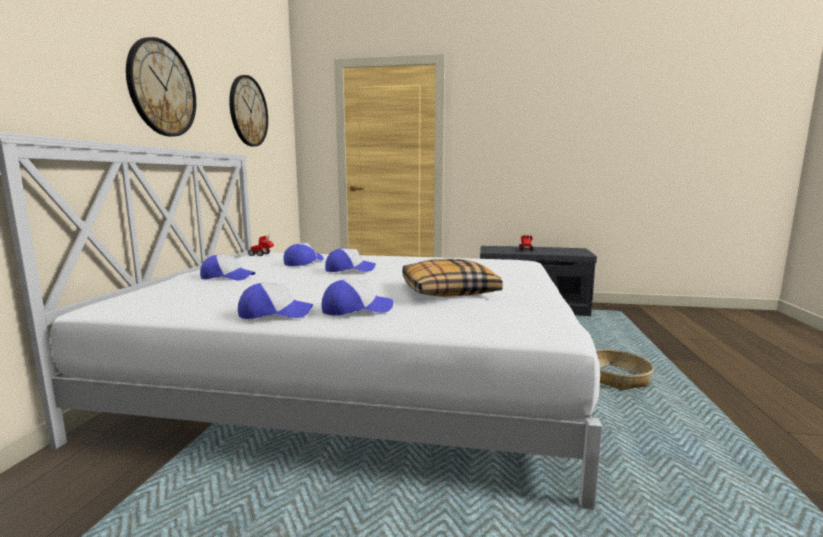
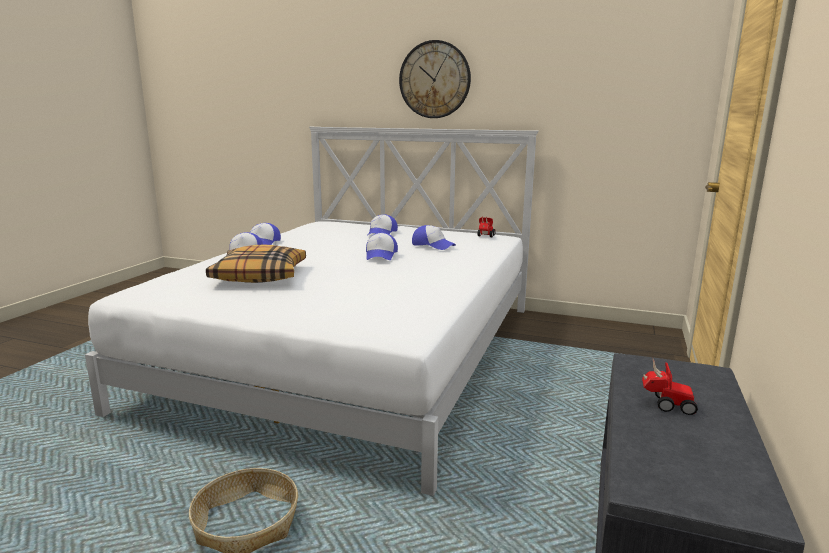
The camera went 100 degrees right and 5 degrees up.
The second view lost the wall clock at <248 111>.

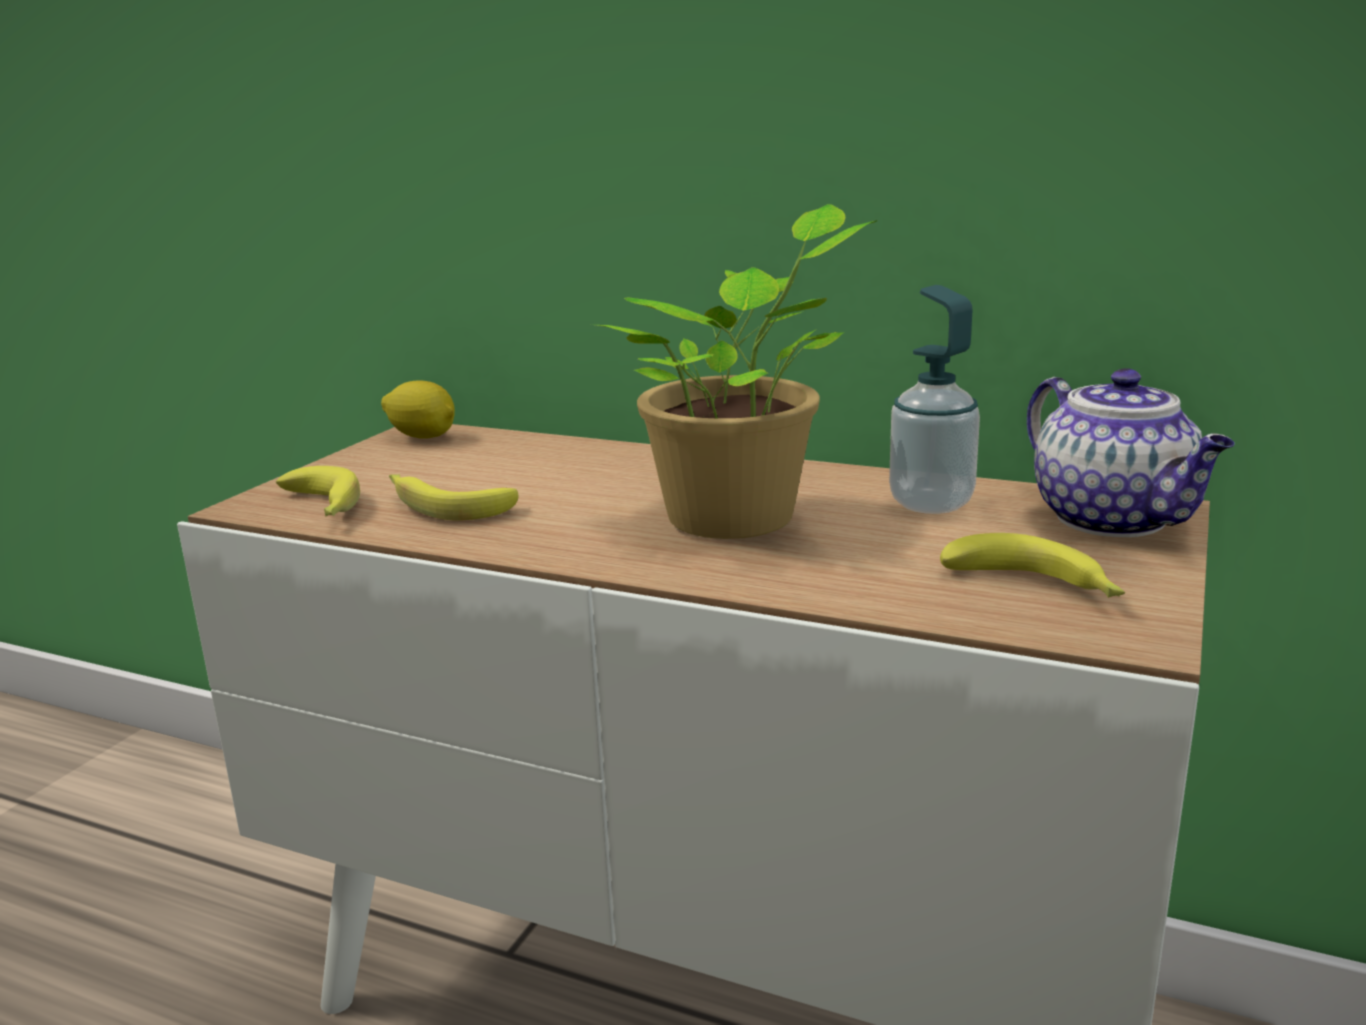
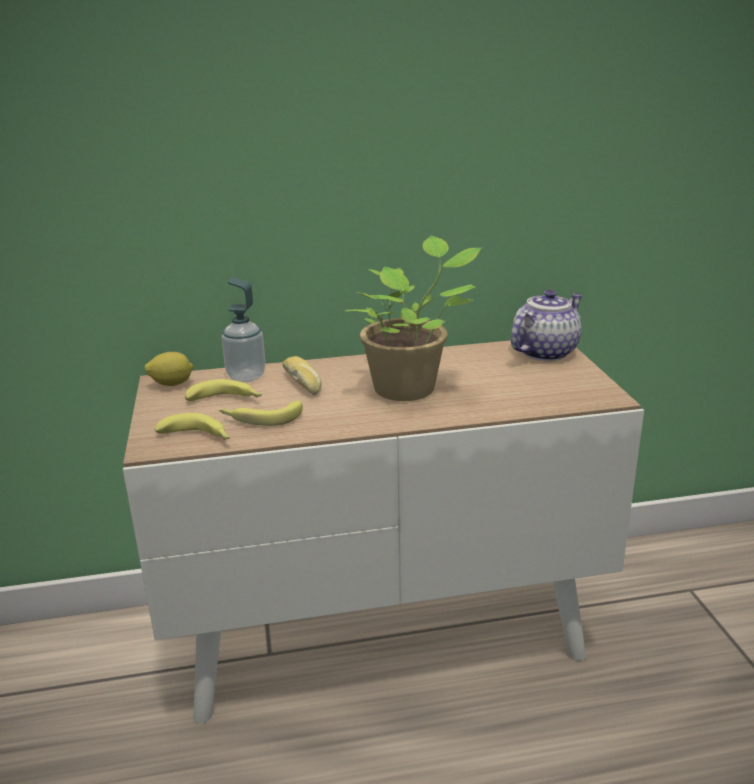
The camera went 35 degrees left and 5 degrees up.
The soap dispenser ended up elsewhere, having gone from <931 503> to <246 376>.
The teapot at <1115 520> ended up facing another way, 75 degrees counterclockwise from before.
The banana ended up elsewhere, having gone from <1035 587> to <226 400>.
The second view gained the bread at <304 383>.

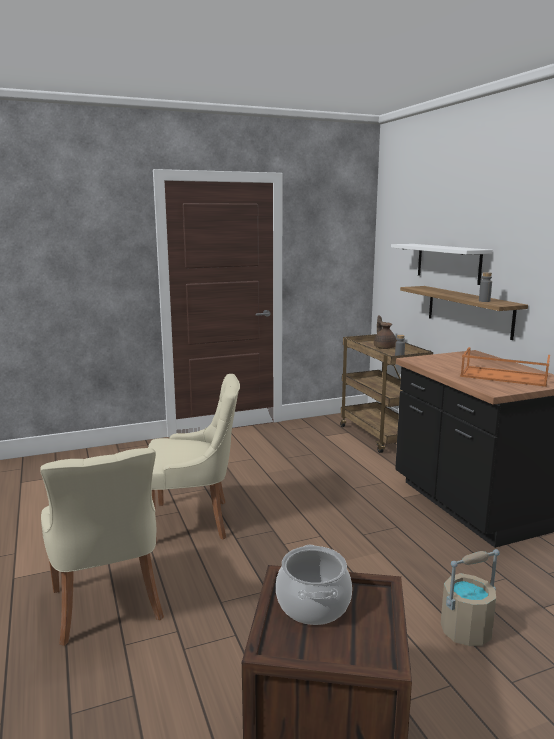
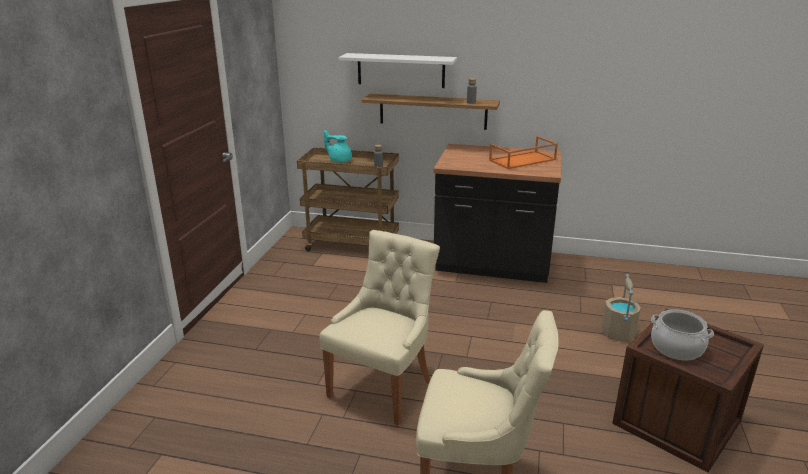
The camera went 55 degrees left and 10 degrees up.
What was the brown teapot at <384 347> turned into the turquoise teapot at <339 160>.

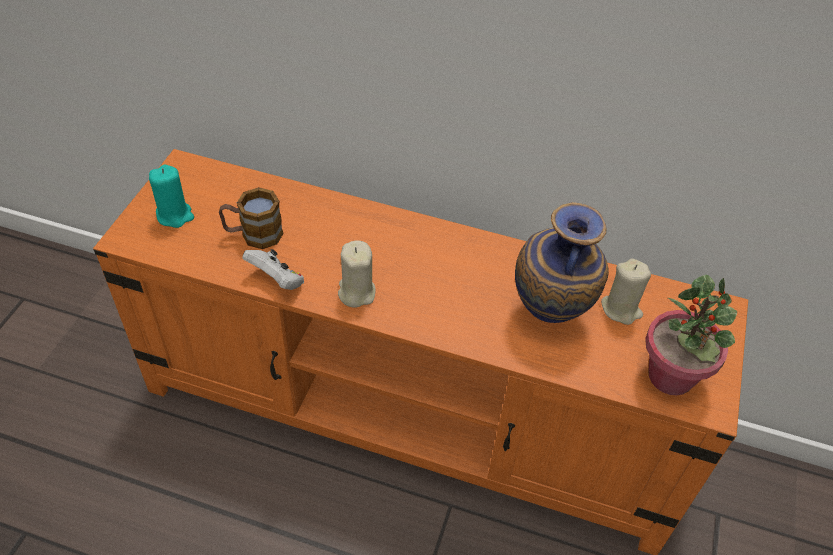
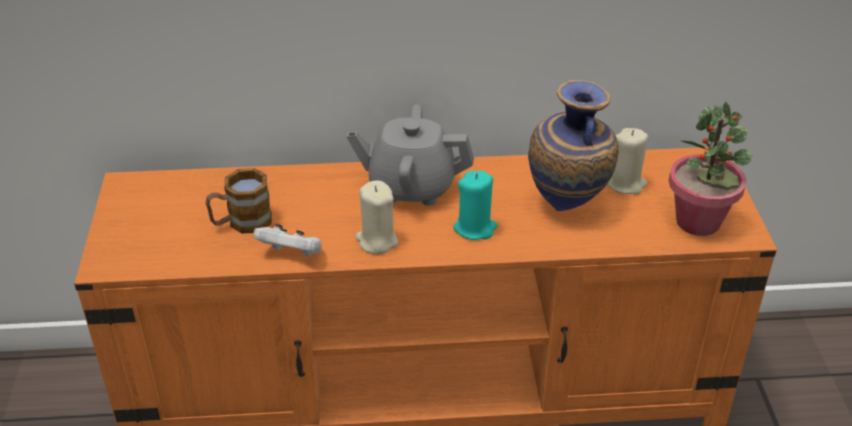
The camera went 20 degrees left and 10 degrees down.
The turquoise candle ended up elsewhere, having gone from <175 215> to <475 228>.
The second view gained the grey teapot at <411 187>.

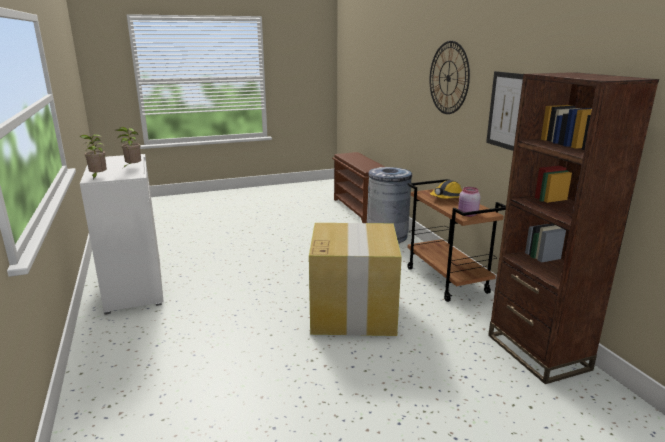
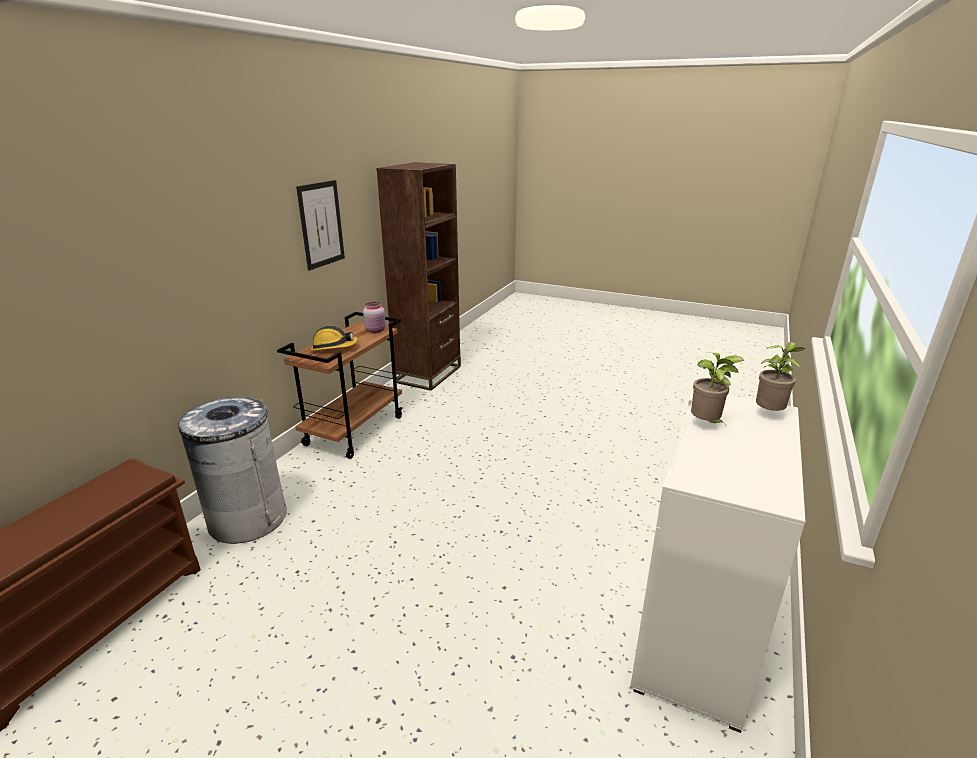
The camera went 135 degrees left and 5 degrees up.
The second view lost the wall clock at <448 78>.
The second view lost the cardboard box at <353 311>.

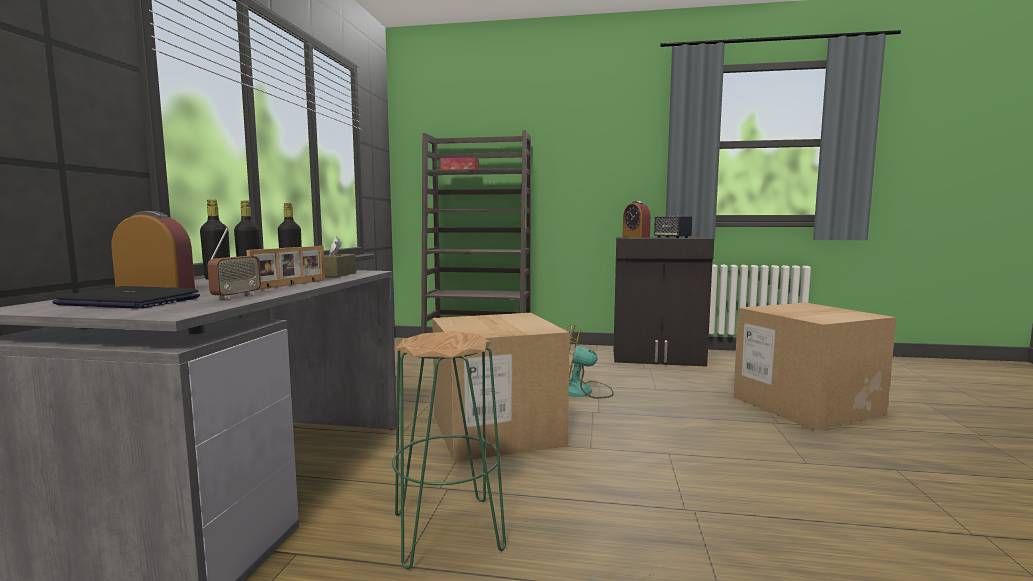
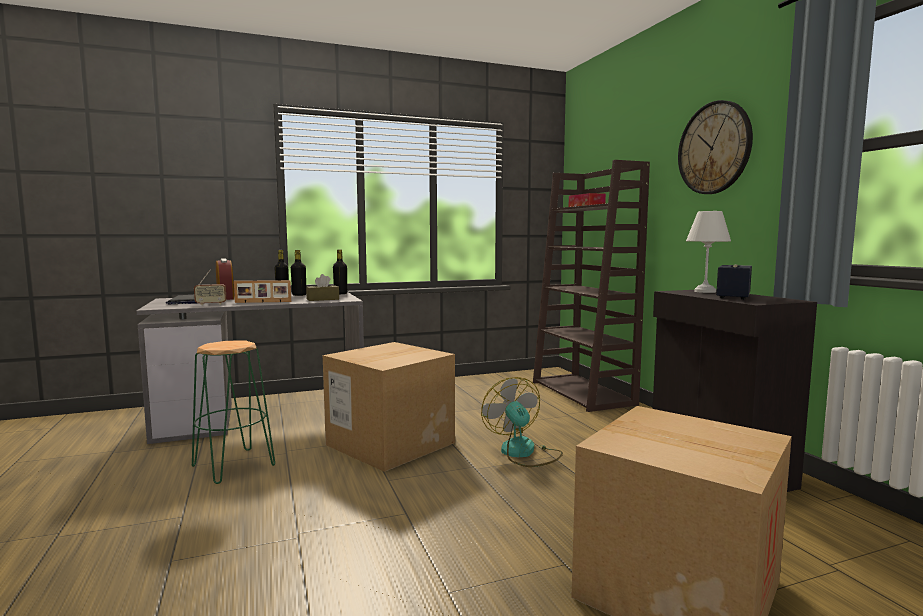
The camera went 60 degrees right and 0 degrees up.
Where the alarm clock stood at <635 237>, the white table lamp came to stand at <706 291>.
The second view gained the wall clock at <714 148>.

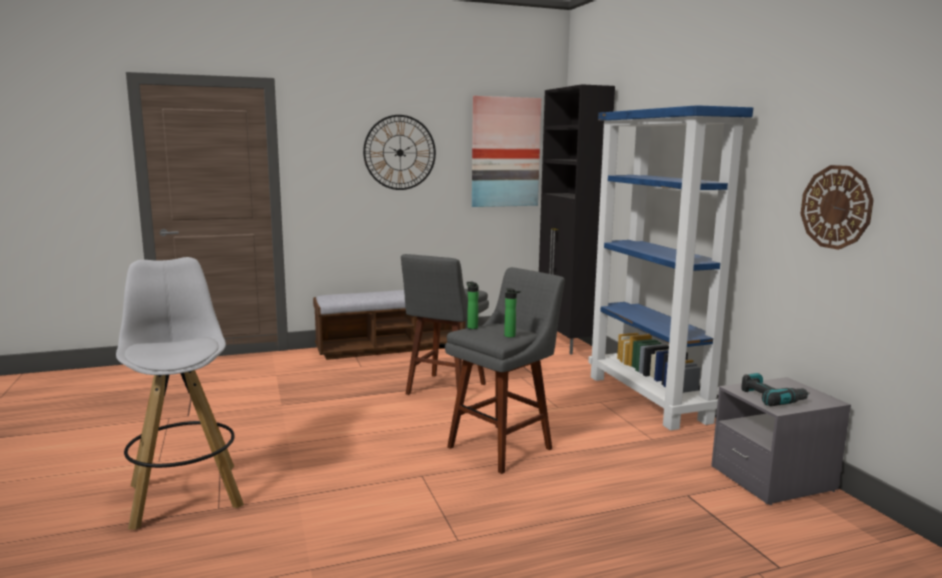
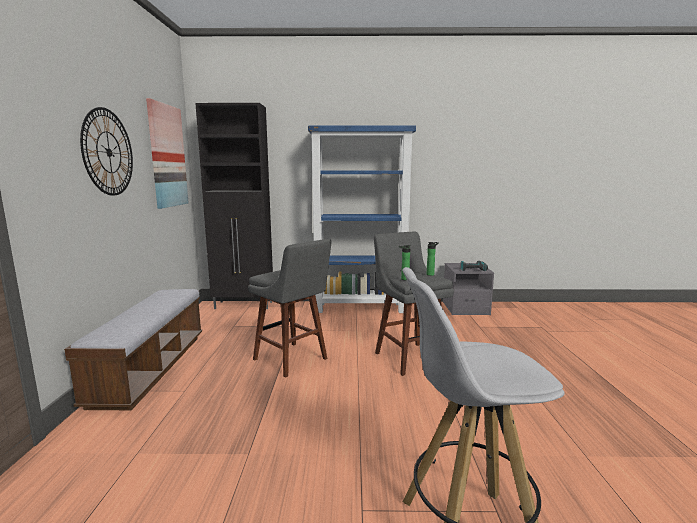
The camera went 70 degrees left and 0 degrees up.
The second view lost the wall clock at <836 207>.

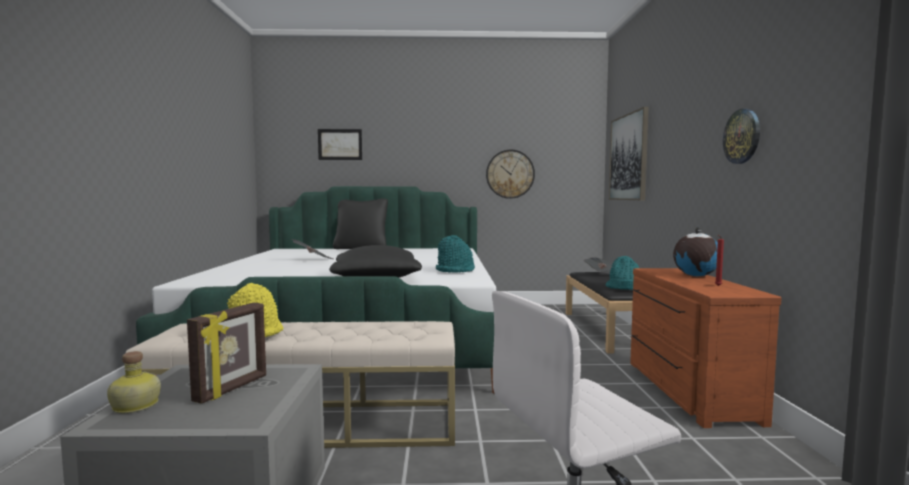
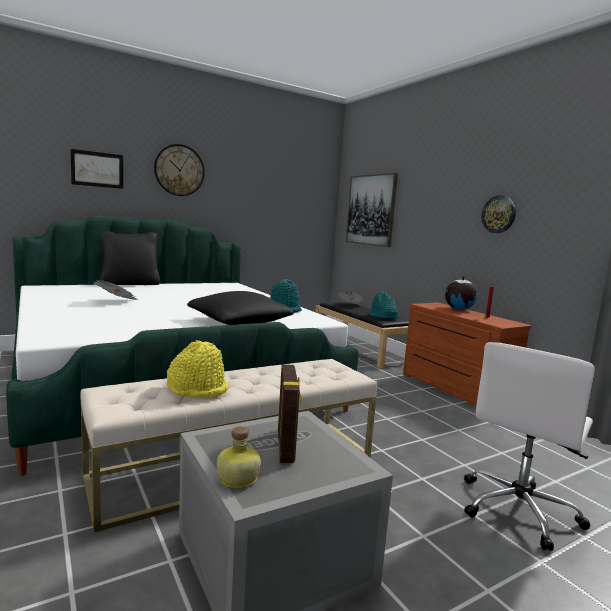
The camera went 30 degrees left and 5 degrees up.
The wall clock ended up elsewhere, having gone from <510 174> to <179 170>.

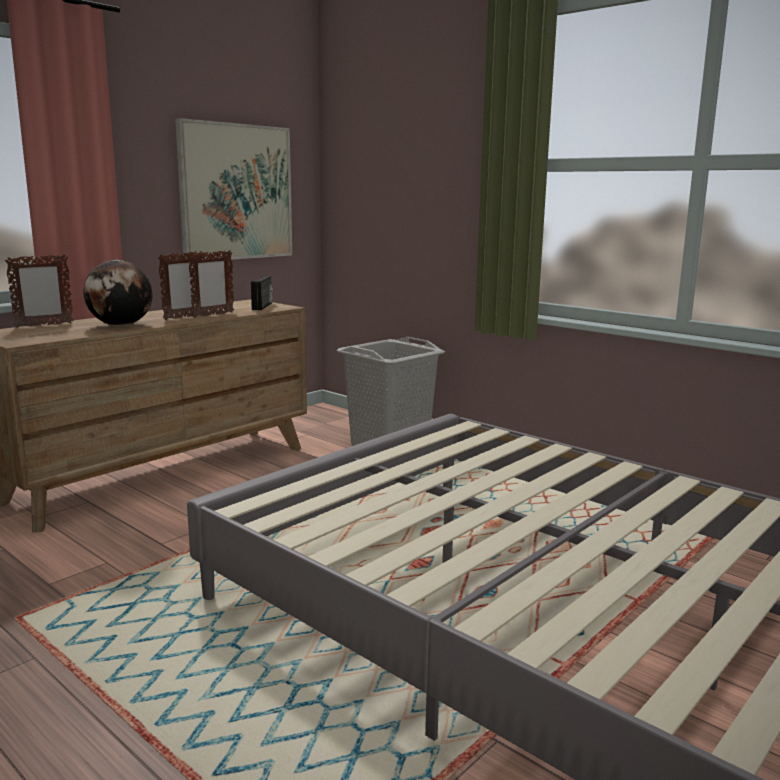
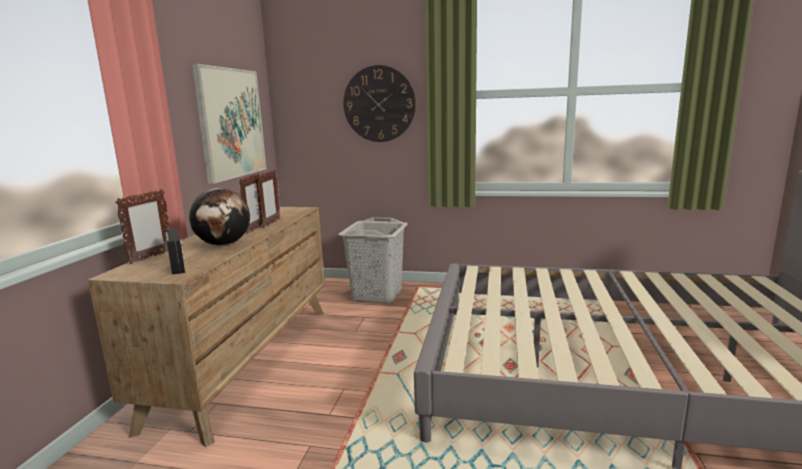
The camera went 30 degrees left and 0 degrees up.
The radio ended up elsewhere, having gone from <263 306> to <178 265>.
The second view gained the wall clock at <379 104>.

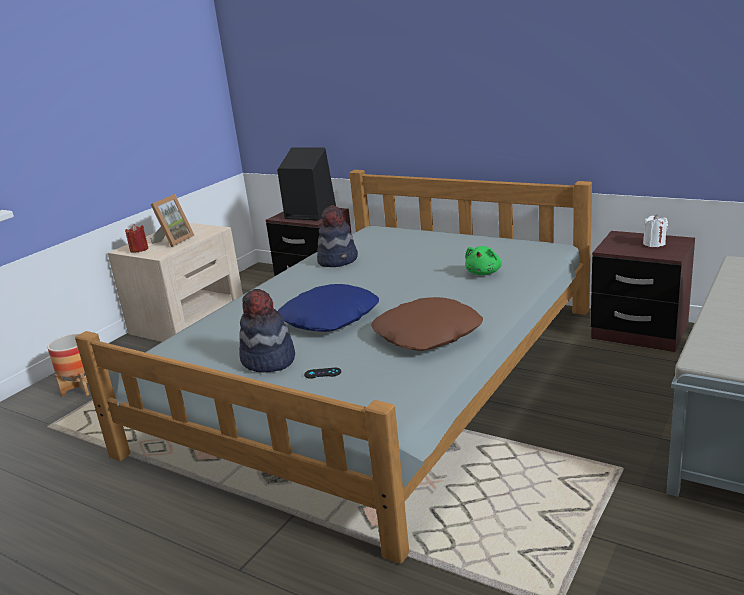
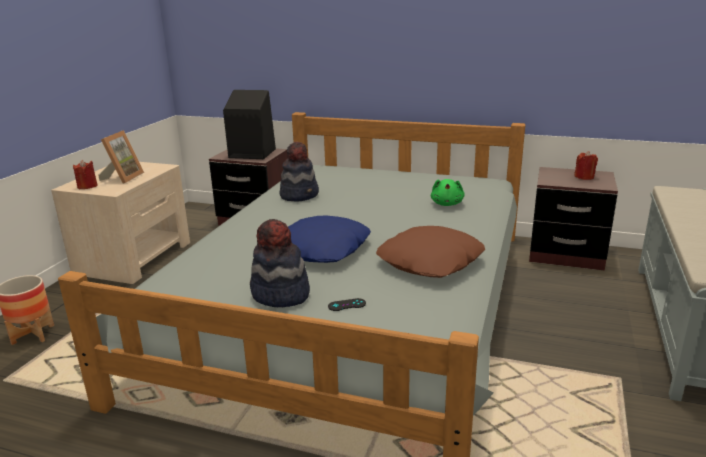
The camera went 15 degrees left and 0 degrees up.
What was the white candle at <654 244> turned into the red candle at <584 177>.

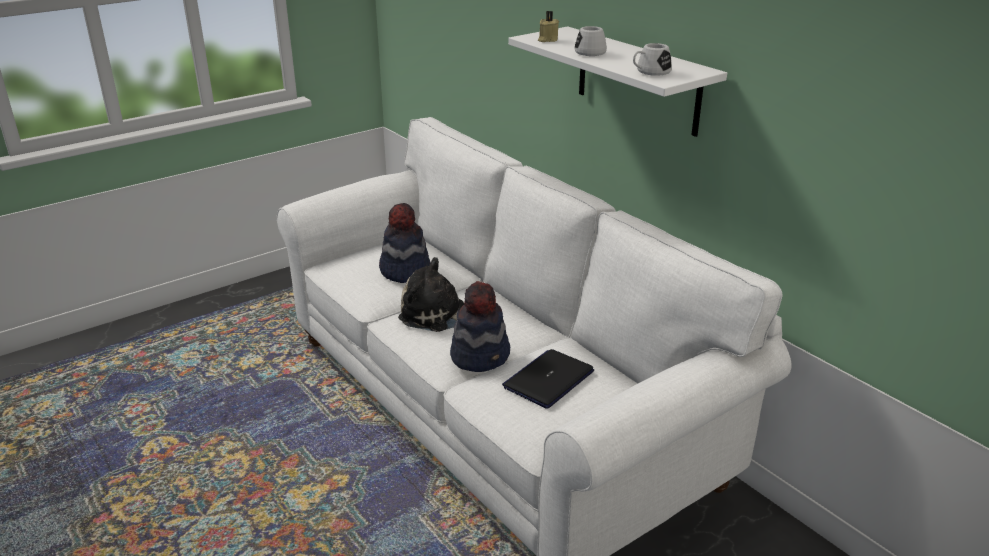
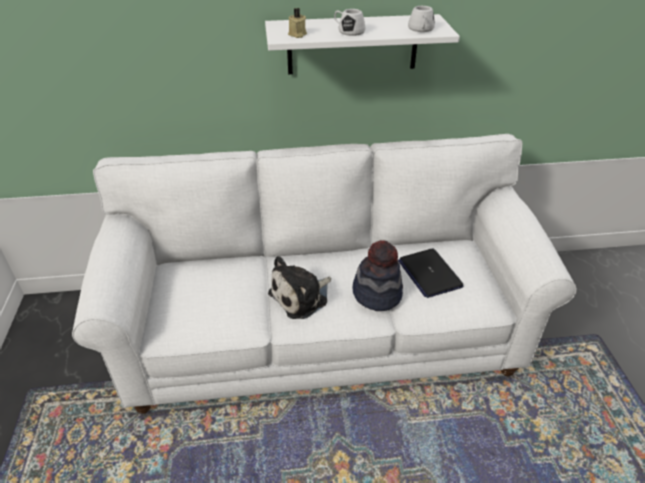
The camera went 60 degrees left and 10 degrees up.
The second view lost the hat at <404 270>.

